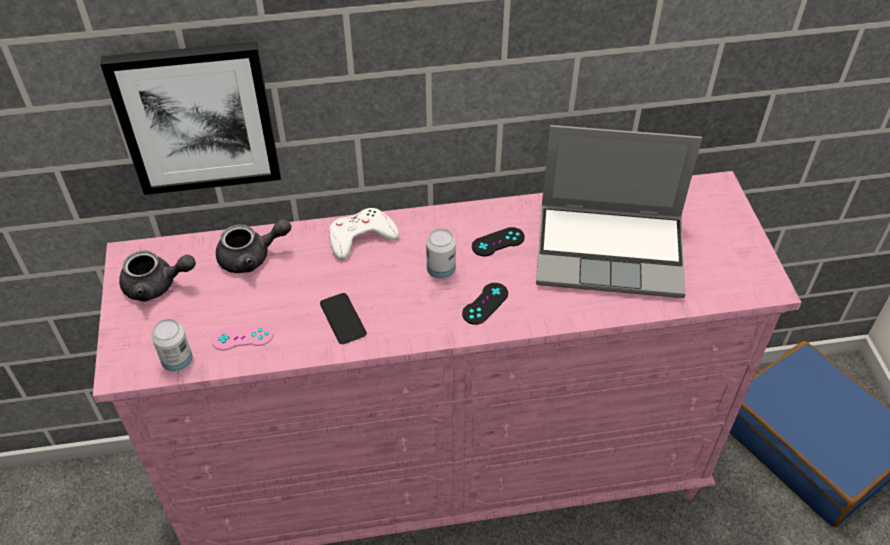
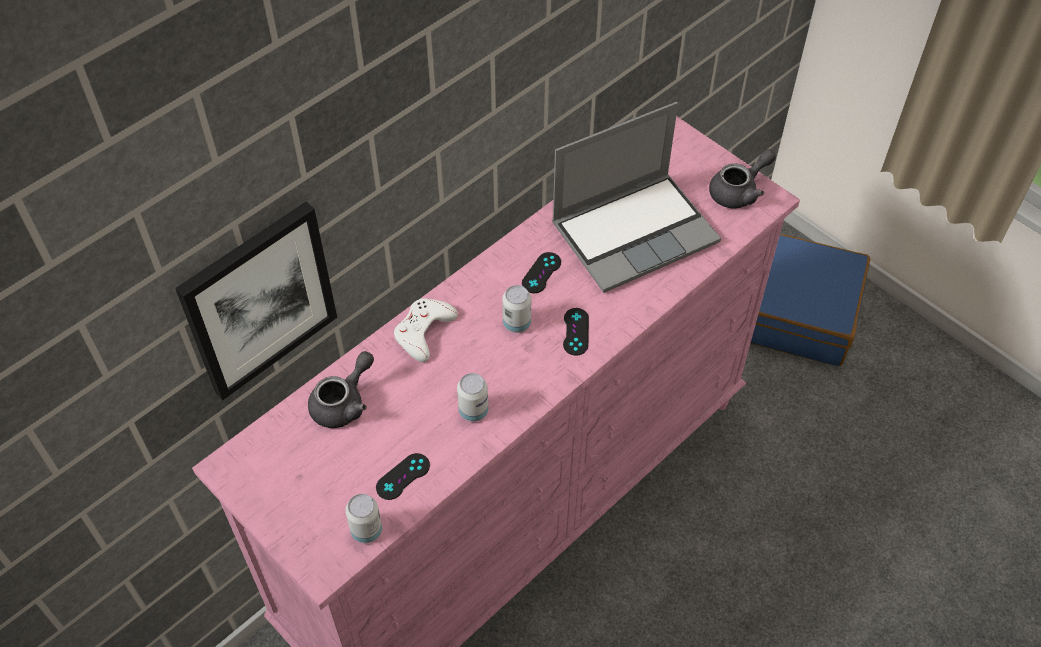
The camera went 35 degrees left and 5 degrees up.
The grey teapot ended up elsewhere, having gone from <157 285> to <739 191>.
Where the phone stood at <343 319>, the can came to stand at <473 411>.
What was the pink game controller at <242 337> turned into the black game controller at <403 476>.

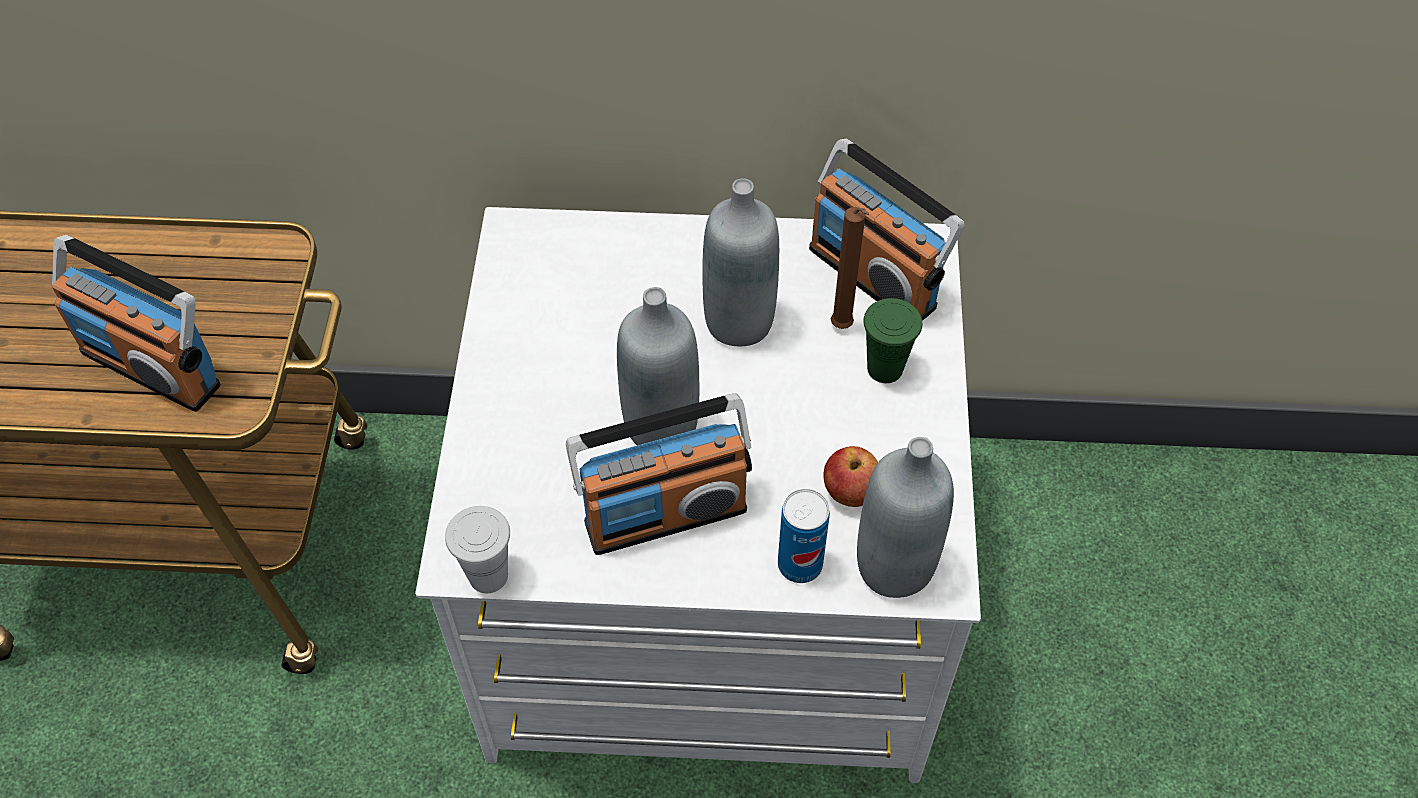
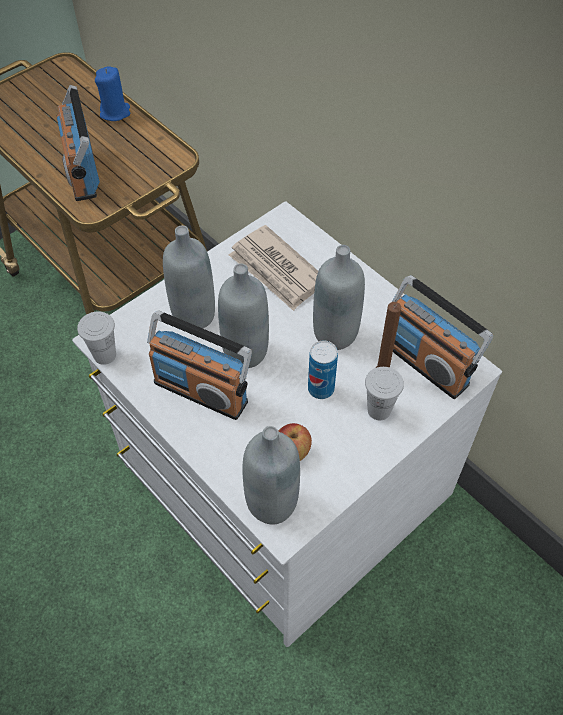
The camera went 45 degrees right and 0 degrees up.
The radio at <873 277> ended up facing another way, 45 degrees counterclockwise from before.
What was the green cup at <885 368> turned into the white cup at <379 410>.
The can ended up elsewhere, having gone from <800 564> to <321 389>.
The second view gained the blue candle at <115 112>.
The second view gained the grey bottle at <194 315>.
The second view gained the newspaper at <277 271>.

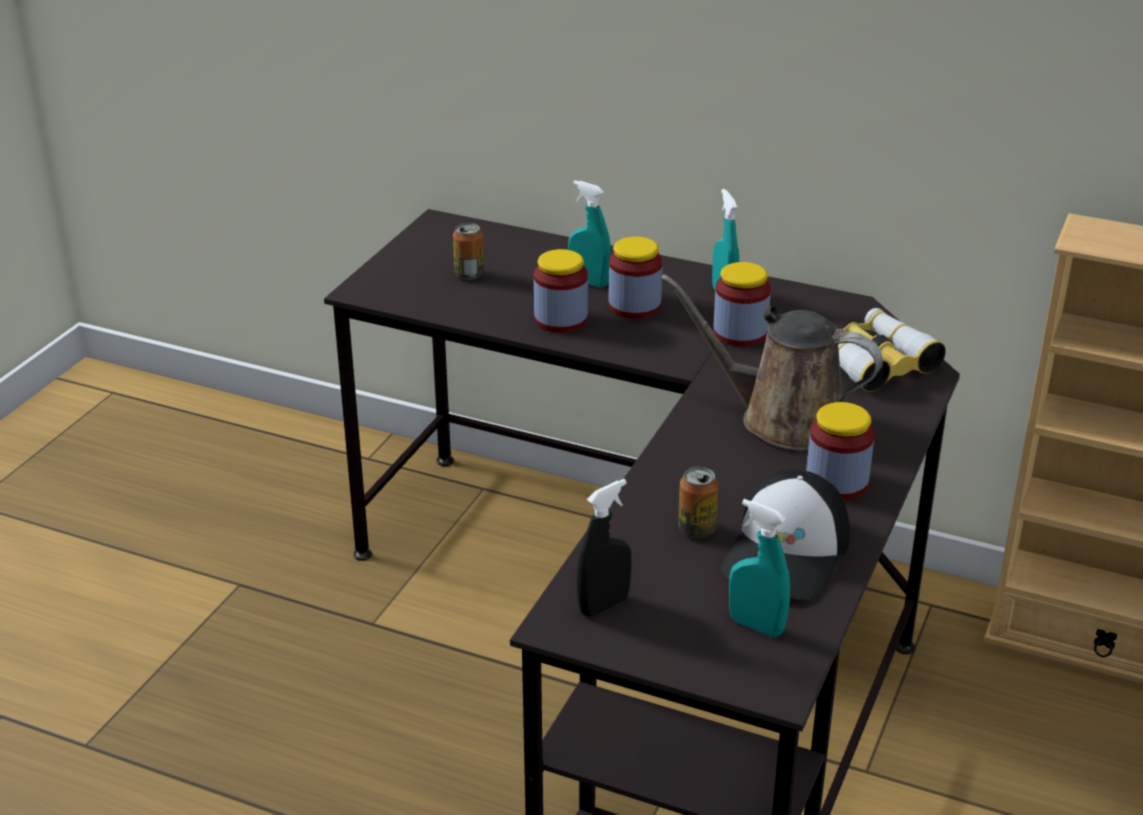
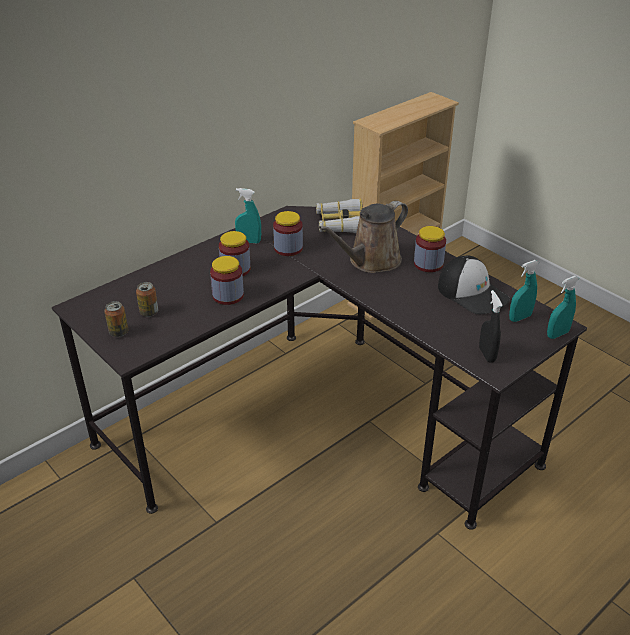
The camera went 65 degrees left and 5 degrees up.
The turquoise spray bottle ended up elsewhere, having gone from <589 282> to <557 334>.
The can ended up elsewhere, having gone from <696 529> to <118 332>.

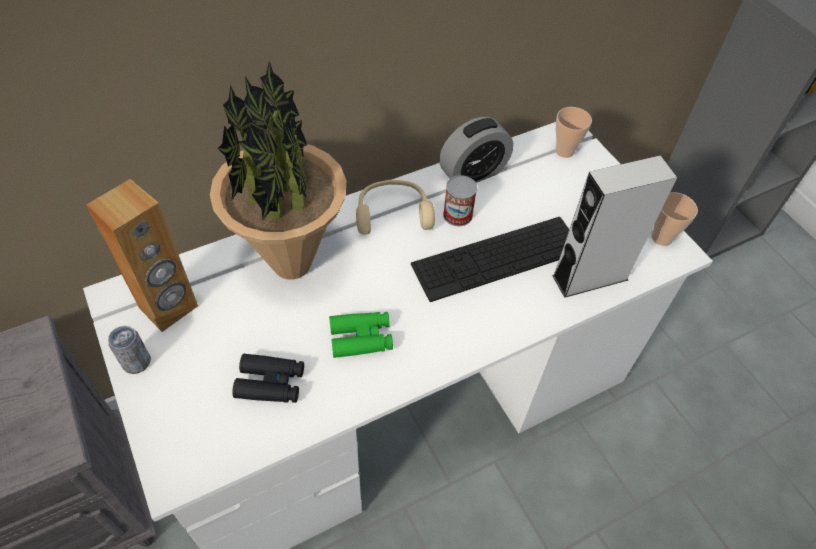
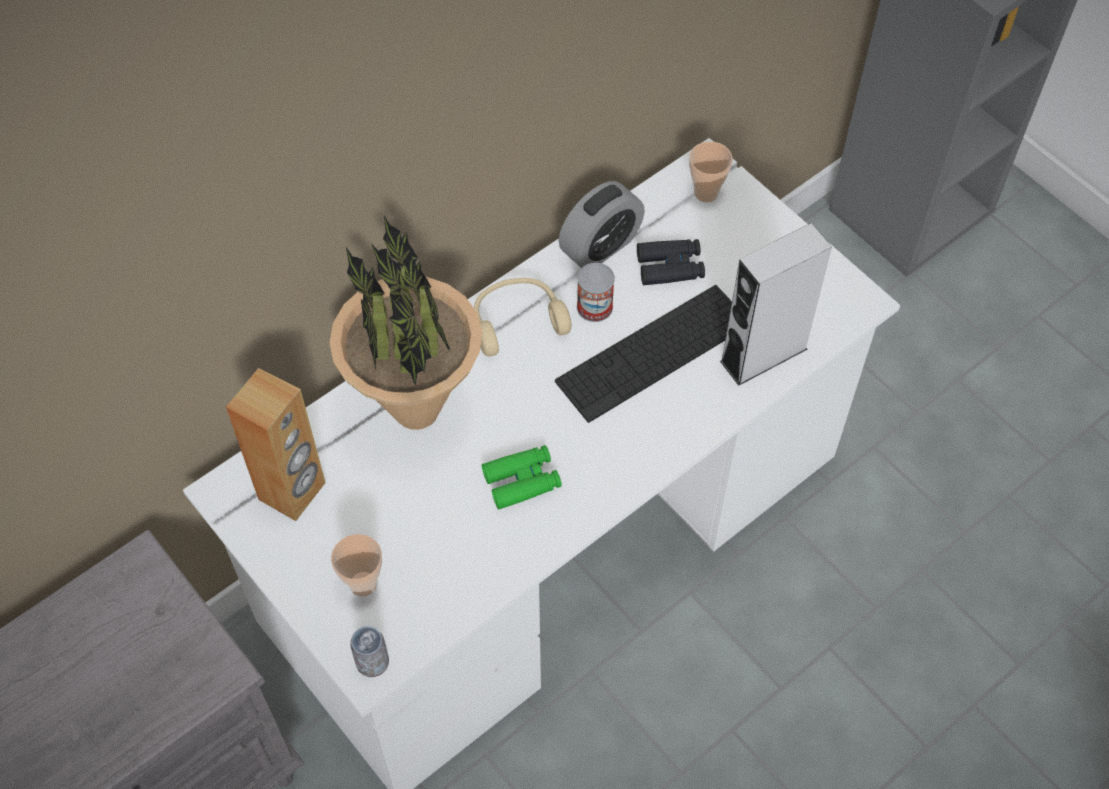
The camera went 10 degrees left and 5 degrees up.
The cup ended up elsewhere, having gone from <661 237> to <363 583>.
The can ended up elsewhere, having gone from <136 362> to <372 662>.
The black binoculars ended up elsewhere, having gone from <270 383> to <670 267>.

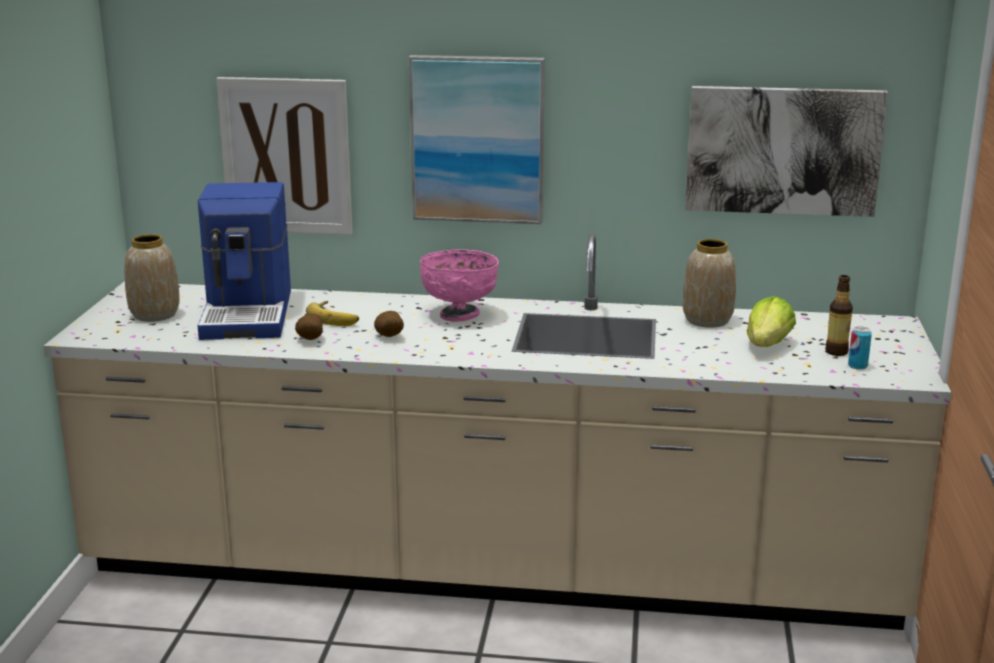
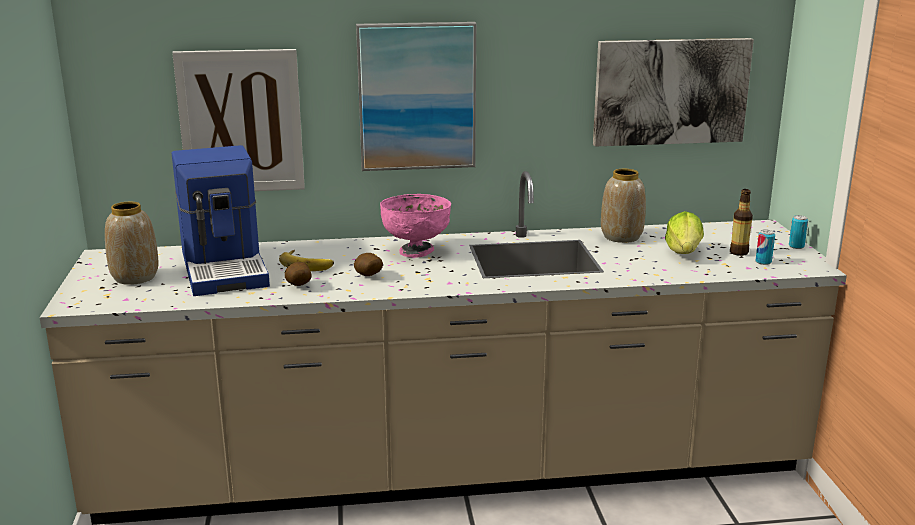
The camera went 15 degrees left and 0 degrees up.
The second view gained the can at <796 246>.

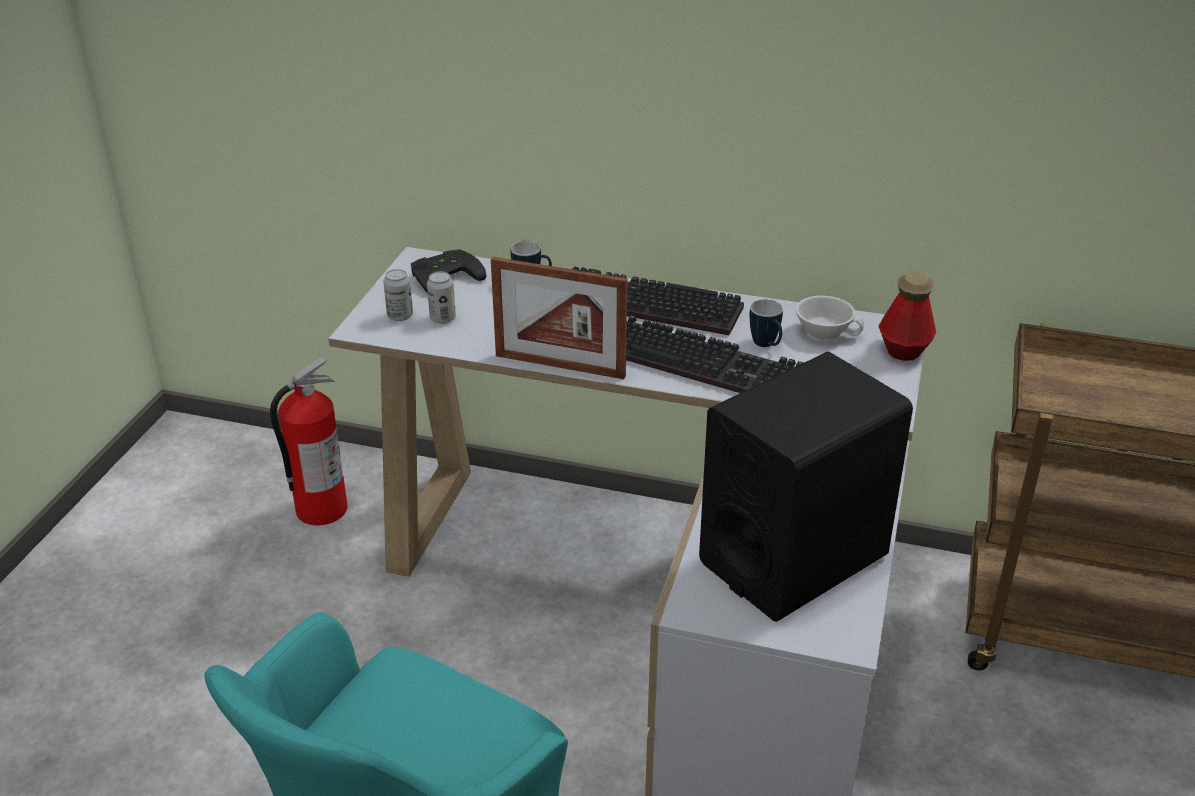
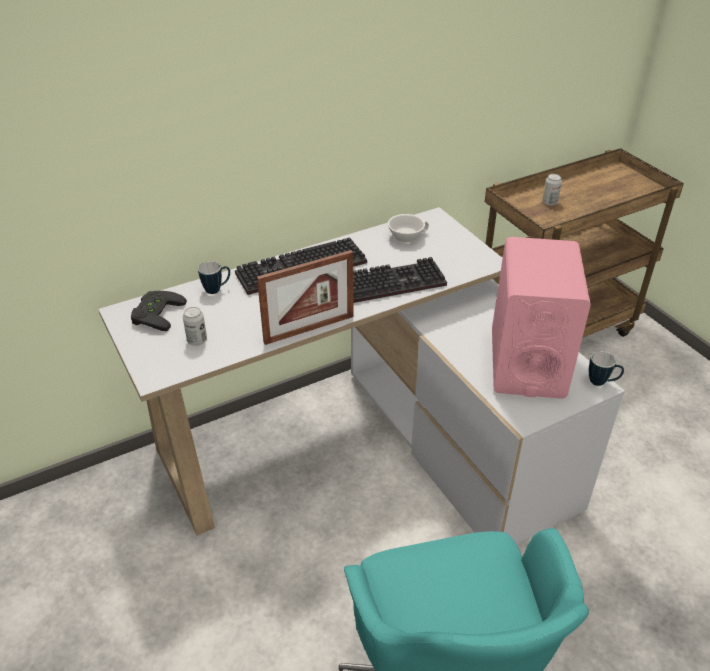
The camera went 45 degrees left and 5 degrees up.
The can ended up elsewhere, having gone from <400 316> to <549 202>.
The second view lost the bottle at <903 350>.
The mug ended up elsewhere, having gone from <767 346> to <602 382>.
What was the black speaker at <793 559> turned into the pink speaker at <527 363>.
The second view lost the fire extinguisher at <320 509>.

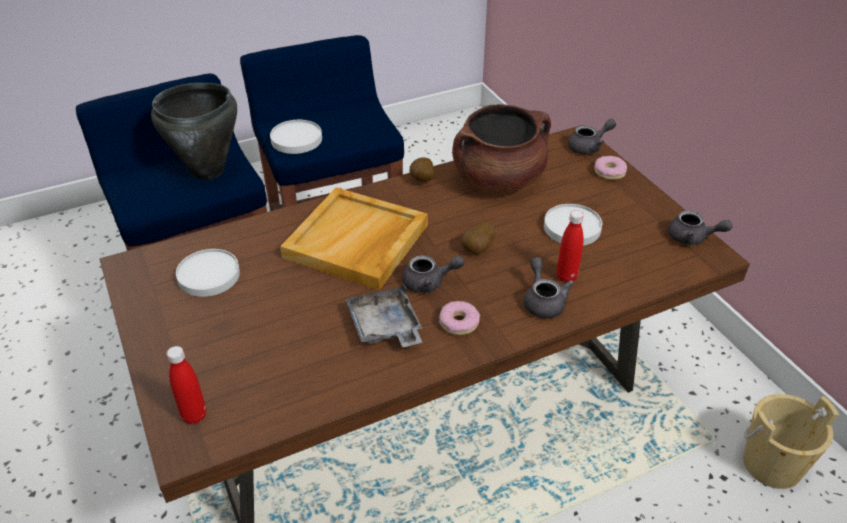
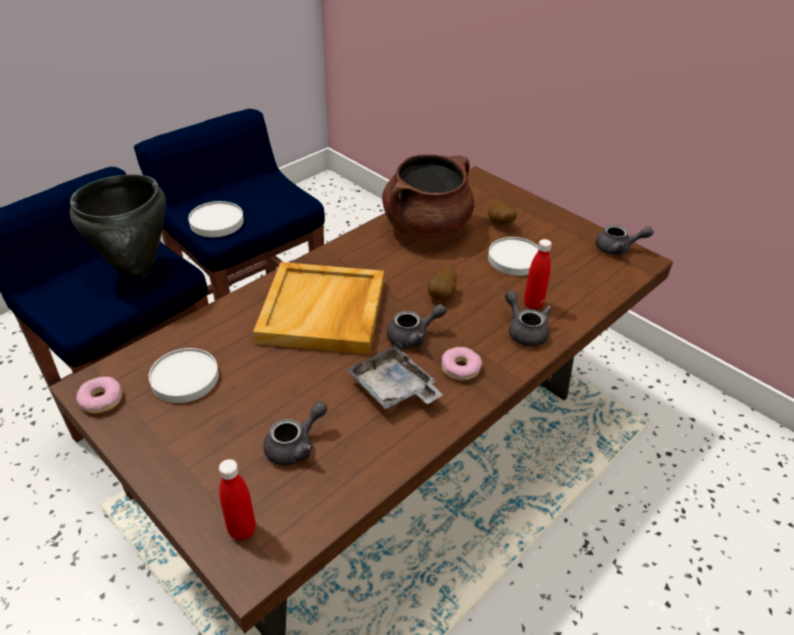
The camera went 20 degrees left and 0 degrees up.
The grey teapot ended up elsewhere, having gone from <589 147> to <296 446>.
The donut ended up elsewhere, having gone from <609 172> to <101 399>.
The potato ended up elsewhere, having gone from <421 181> to <500 224>.
The second view lost the beige bucket at <772 464>.

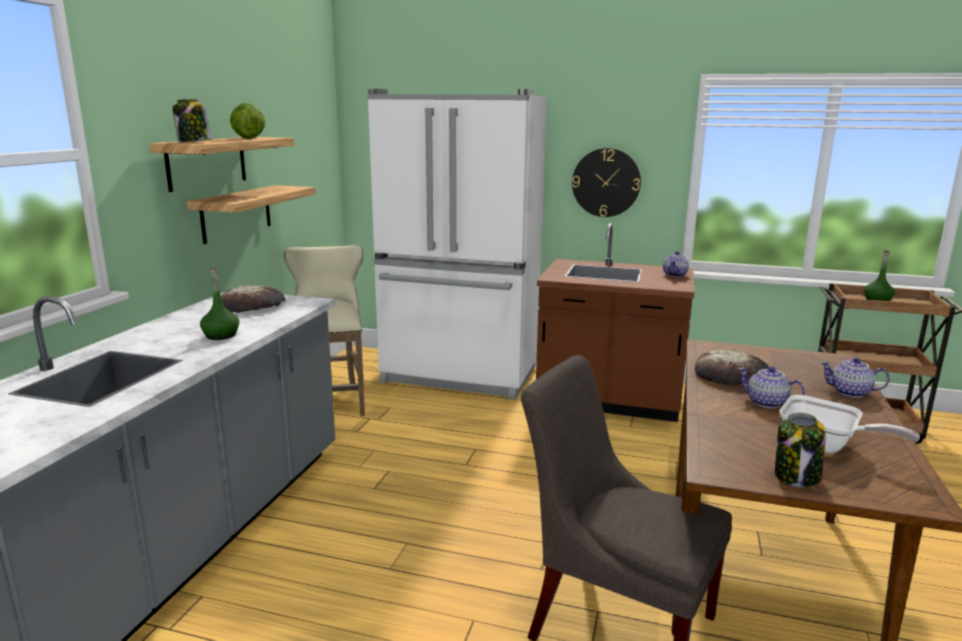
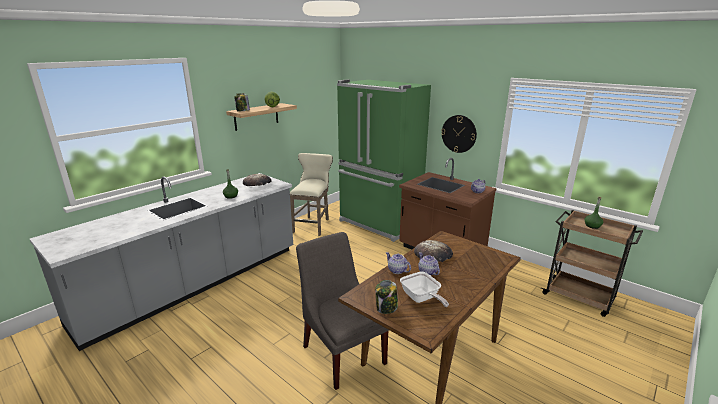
The camera went 25 degrees right and 5 degrees up.
What was the white fridge at <460 376> turned into the green fridge at <379 224>.
The second view lost the shelf at <236 213>.
The teapot ended up elsewhere, having gone from <850 392> to <397 270>.

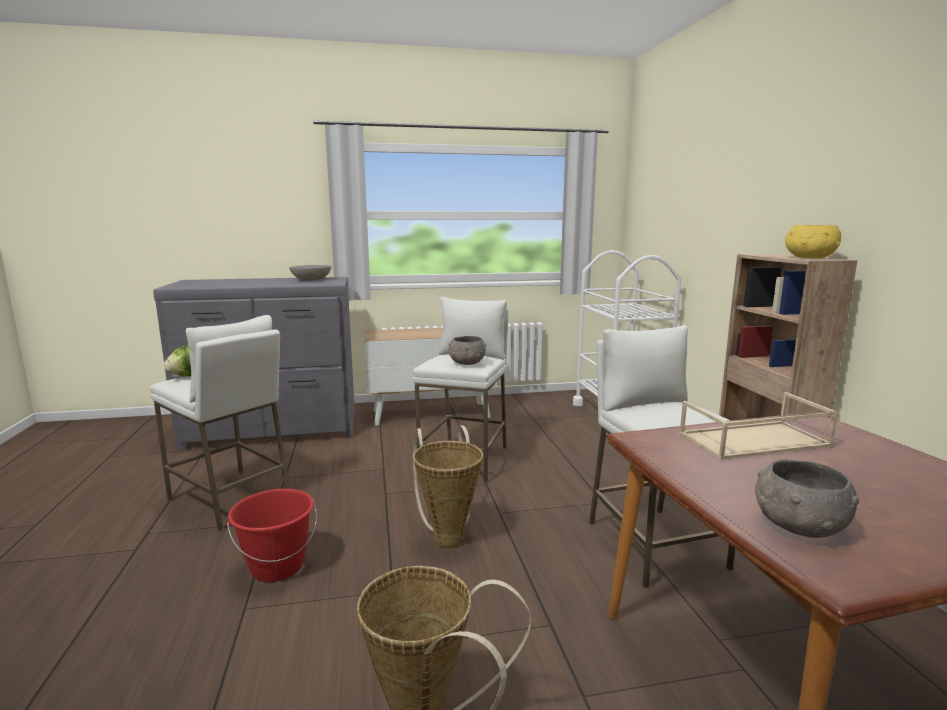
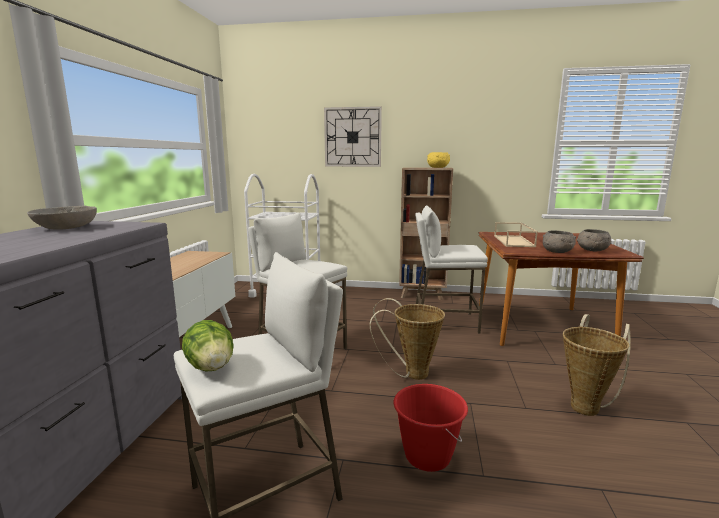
The camera went 70 degrees left and 0 degrees up.
The grey bowl ended up elsewhere, having gone from <466 363> to <557 252>.
The second view gained the wall clock at <352 137>.

